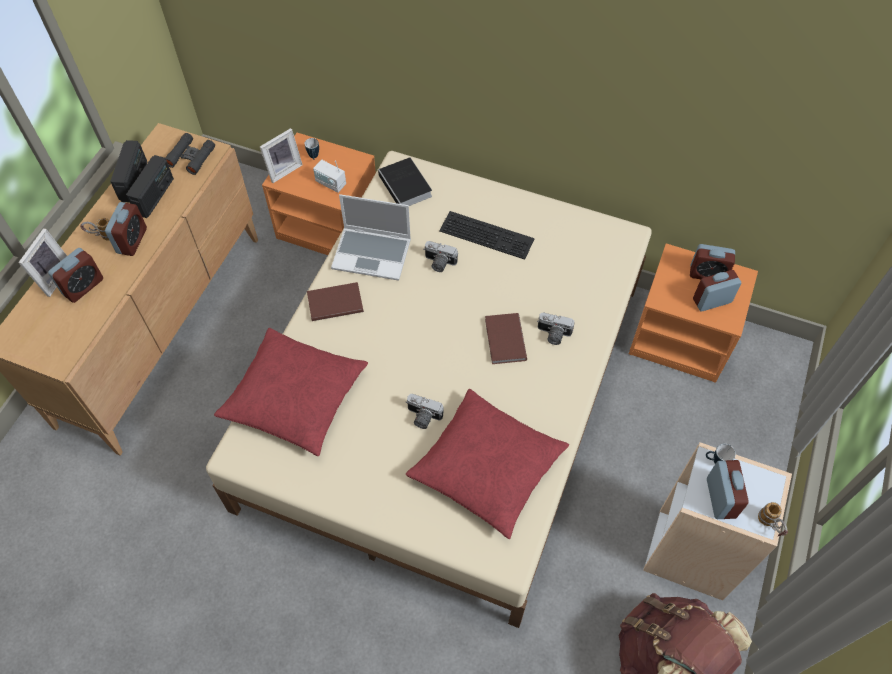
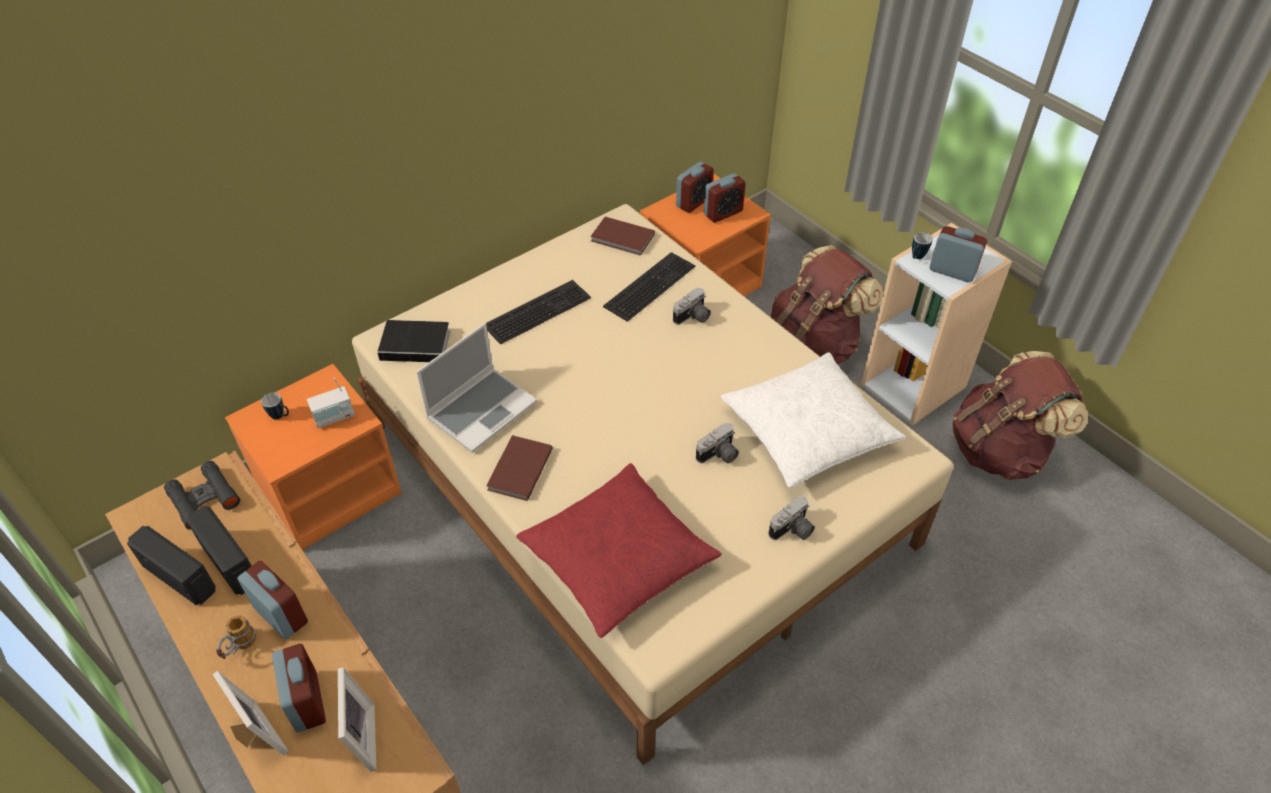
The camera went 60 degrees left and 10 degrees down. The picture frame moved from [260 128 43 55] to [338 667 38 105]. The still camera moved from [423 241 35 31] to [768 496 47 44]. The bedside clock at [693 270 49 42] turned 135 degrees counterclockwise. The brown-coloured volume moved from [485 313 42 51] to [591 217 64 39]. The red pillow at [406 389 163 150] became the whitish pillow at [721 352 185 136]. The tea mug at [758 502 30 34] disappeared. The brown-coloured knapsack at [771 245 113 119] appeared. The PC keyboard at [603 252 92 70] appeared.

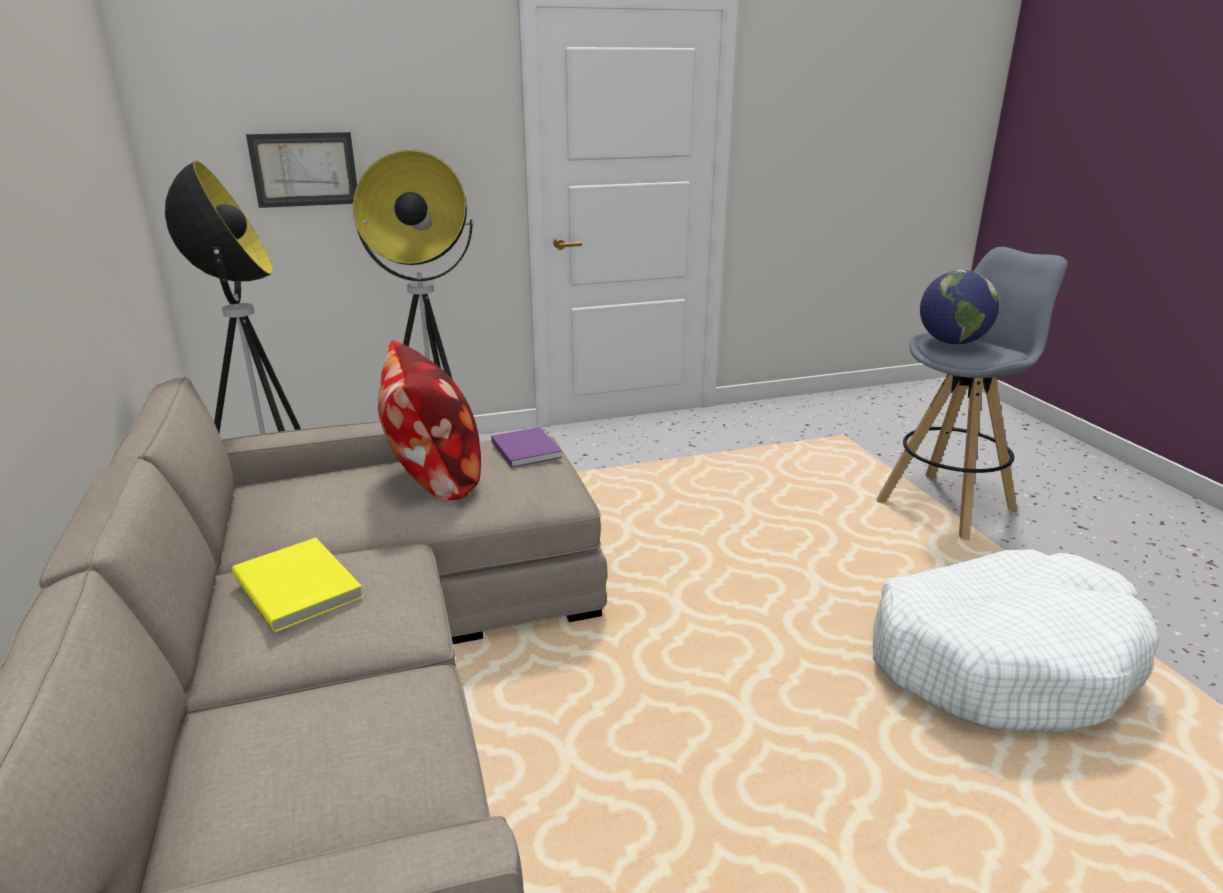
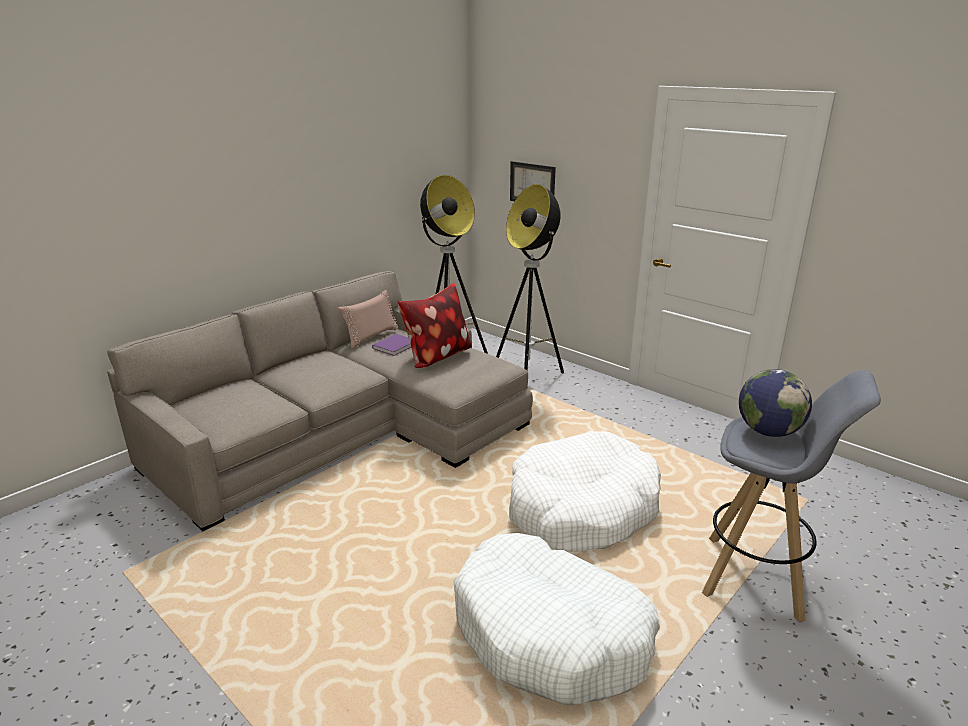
The camera went 60 degrees right and 0 degrees up. The purple volume moved from [491 427 71 41] to [372 334 39 22]. The yellow volume at [232 538 131 94] disappeared. The sand-coloured pillow at [338 290 60 59] appeared. The whitish dog cushion at [509 431 152 121] appeared.

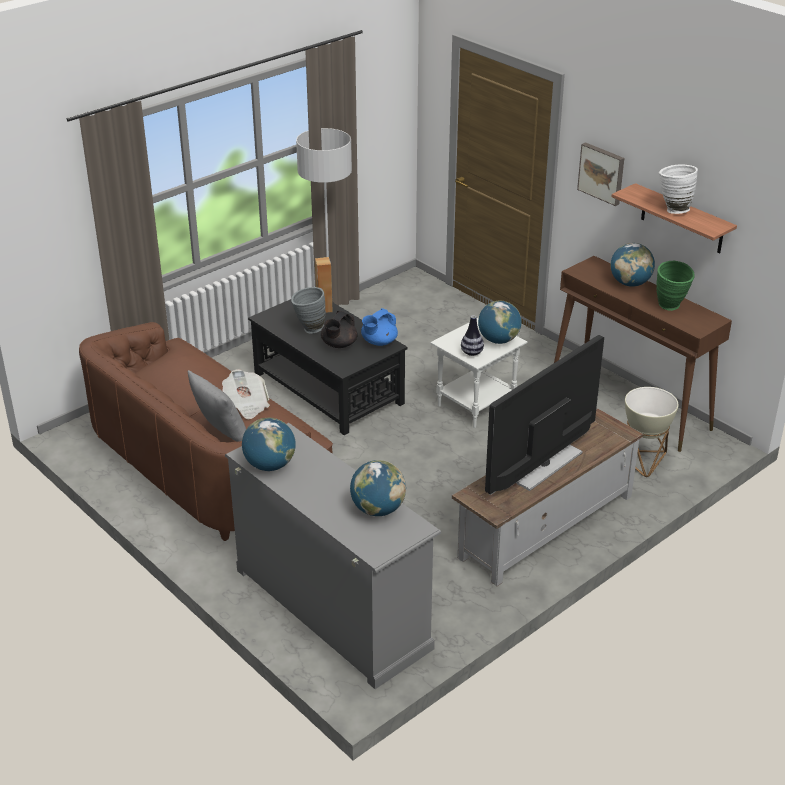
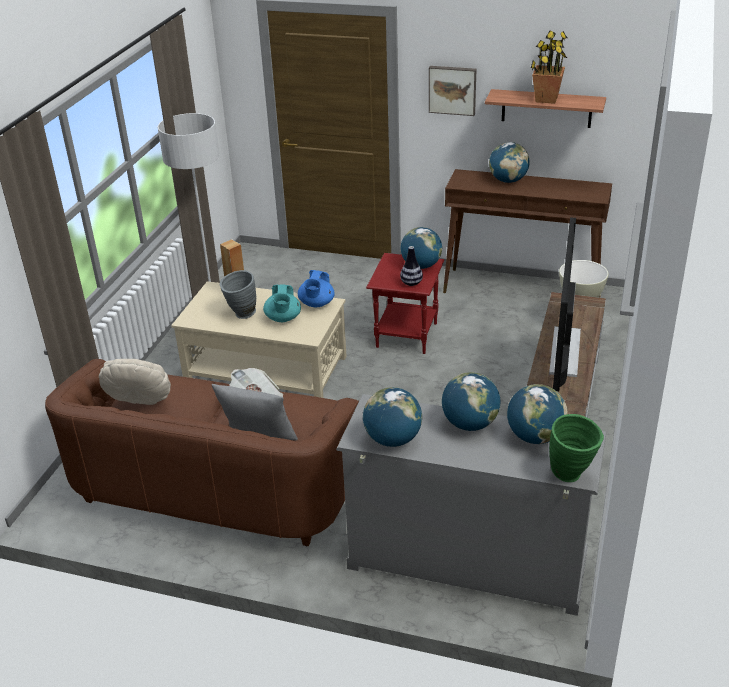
The camera went 30 degrees left and 0 degrees up. The whitish flower vase at [659 164 39 50] was replaced by the houseplant at [530 31 38 73]. The green flower vase moved from [656 261 39 50] to [549 414 55 68]. The black coffee table at [248 299 160 136] became the sand-coloured coffee table at [171 281 176 117]. The black tea pot at [321 311 37 37] became the blue-green tea pot at [263 285 38 37]. The whitish side table at [430 317 97 111] became the red side table at [366 253 78 101]. The sand-coloured pillow at [99 359 72 46] appeared. The world globe at [442 372 58 59] appeared.

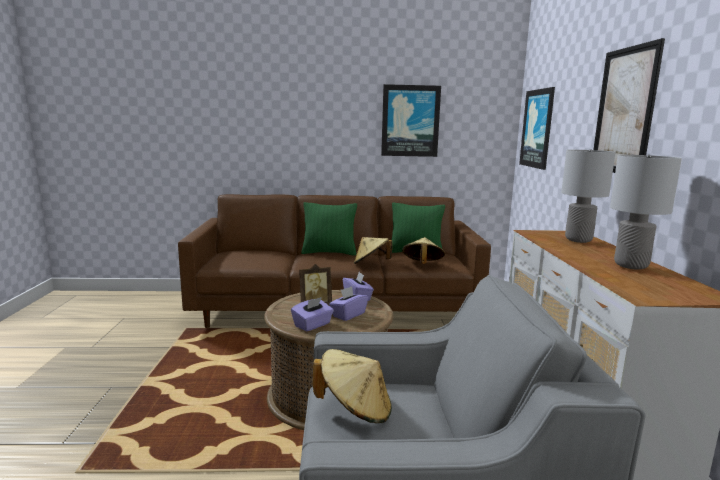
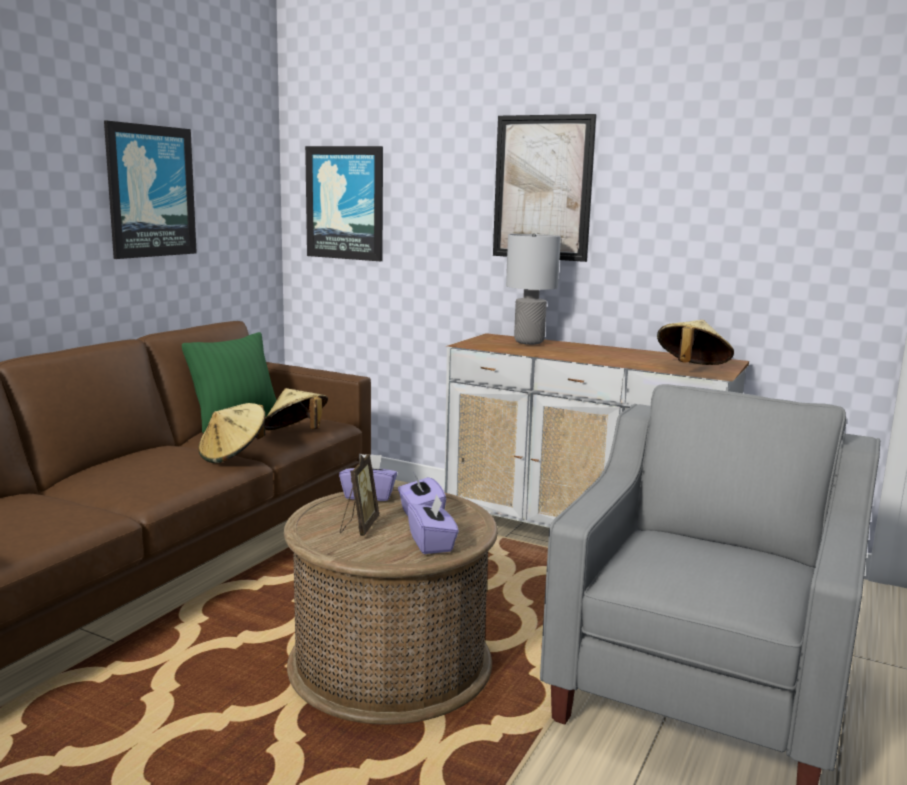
The camera went 60 degrees left and 0 degrees up. The gray tabletop lamp at [610 155 72 114] disappeared. The green pillow at [301 202 56 54] disappeared. The sand-coloured clothing hat moved from [313 349 79 74] to [657 320 77 45].

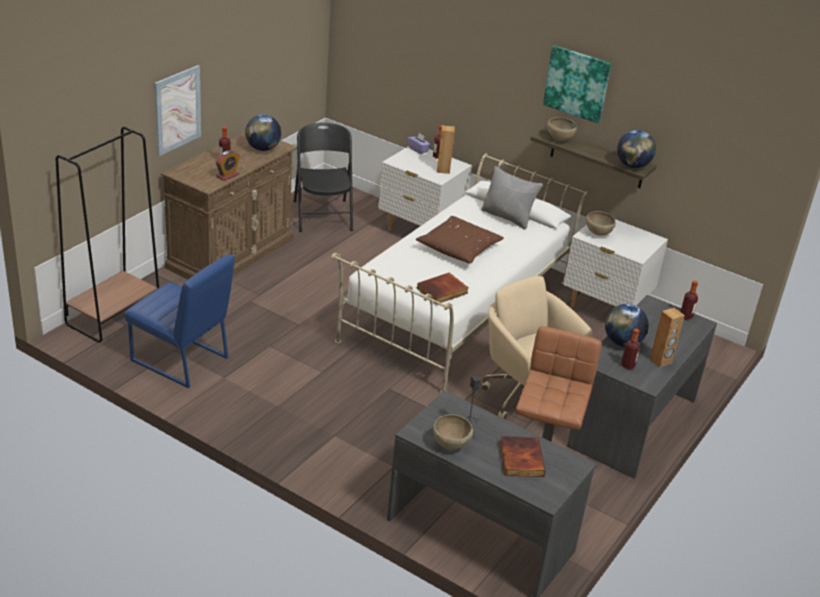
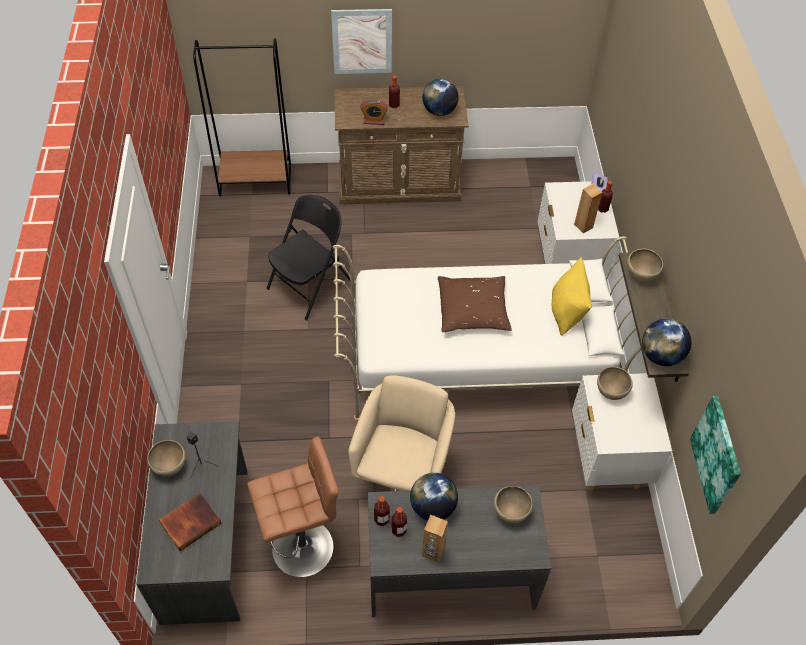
The camera went 55 degrees right and 20 degrees up. The wall art moved from [543 45 68 78] to [690 396 51 118]. The black upright chair moved from [293 123 60 109] to [266 195 85 126]. The gray pillow at [481 166 62 63] became the yellow pillow at [552 257 40 79]. The blue-coloured upright chair at [125 254 110 134] disappeared. The volume at [417 273 52 32] disappeared. The bottle moved from [680 281 18 39] to [374 496 16 30]. The brown-coloured deep dish at [494 486 39 37] appeared.

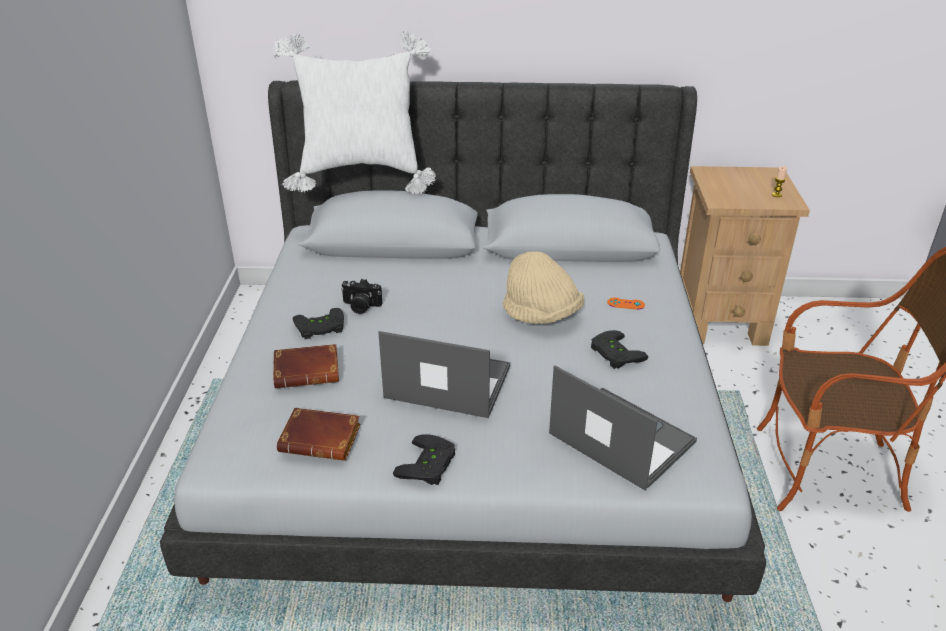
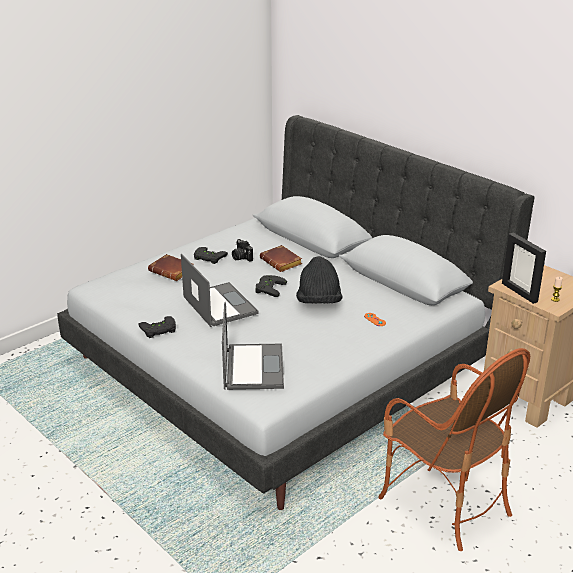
The camera went 45 degrees right and 5 degrees down. The whitish pillow at [273 31 164 163] disappeared. The sand-coloured clothing hat at [503 251 81 73] became the black clothing hat at [296 256 47 47]. The black joypad moved from [591 330 57 39] to [255 275 32 22]. The brown-coloured volume moved from [277 408 84 53] to [260 245 42 27]. The picture frame at [502 233 44 71] appeared.

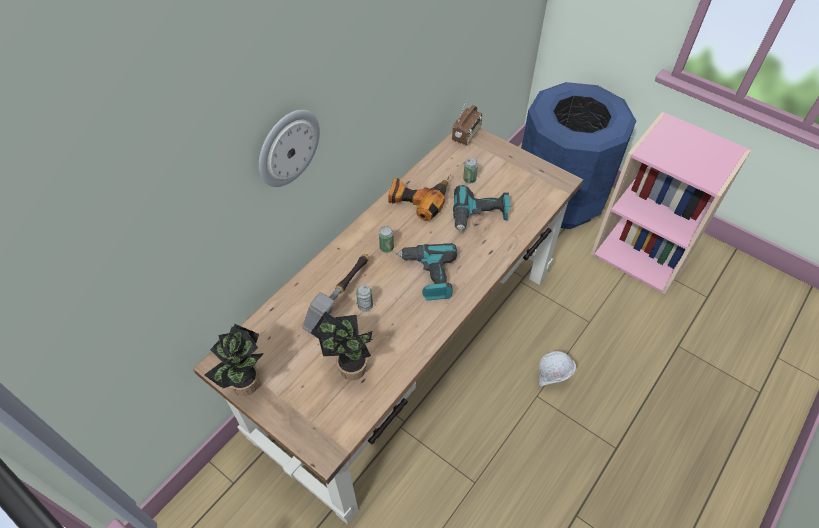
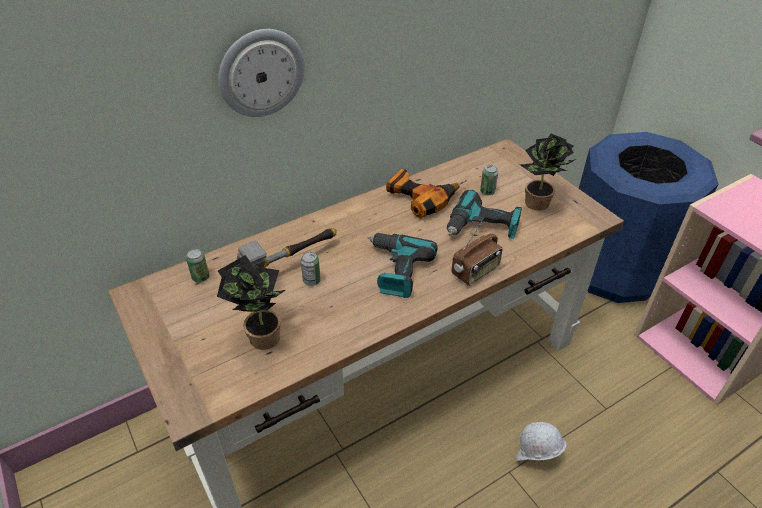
The camera went 20 degrees right and 10 degrees down. The radio receiver moved from [452 99 30 46] to [451 222 52 64]. The sealed can moved from [379 226 15 27] to [186 248 24 35]. The houseplant moved from [204 324 60 72] to [520 134 56 77].

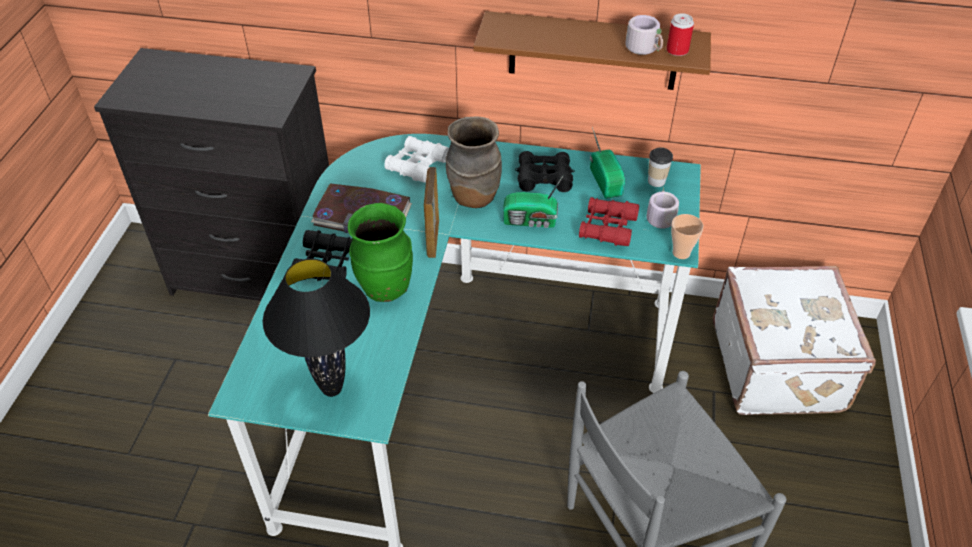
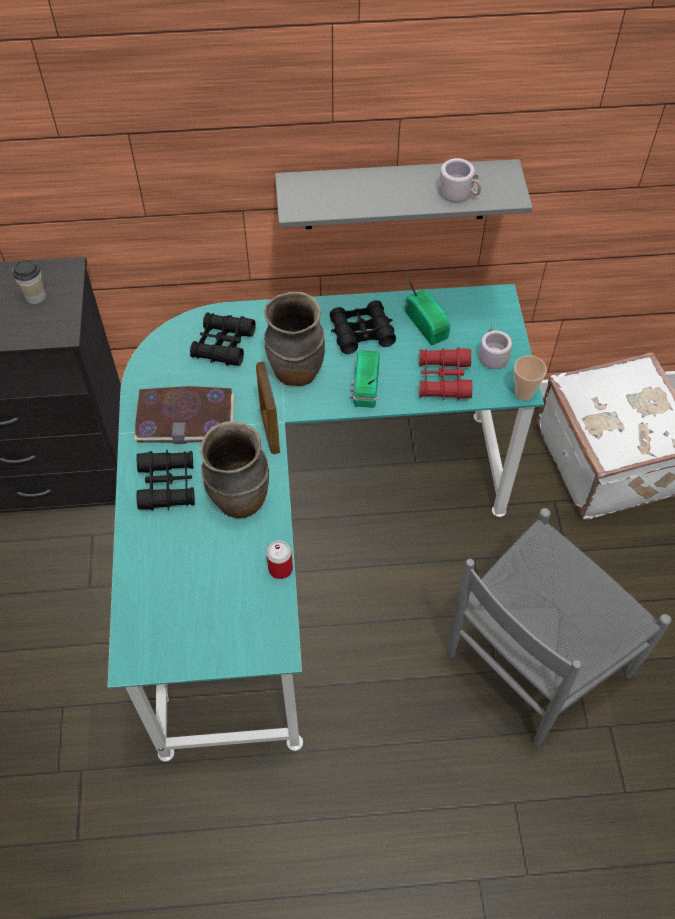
The camera went 15 degrees left and 10 degrees up. The brown-coloured shelf at [473 11 238 79] became the gray shelf at [275 159 258 70]. The sealed can moved from [666 13 28 43] to [266 541 27 38]. The whitish binoculars at [384 136 65 47] became the black binoculars at [190 312 66 54]. The cup moved from [648 147 25 40] to [12 260 34 44]. The radio receiver at [503 176 60 52] turned 105 degrees clockwise. The green flower vase at [348 203 65 99] became the brown-coloured flower vase at [200 422 69 96]. The black tabletop lamp at [263 258 107 139] disappeared.

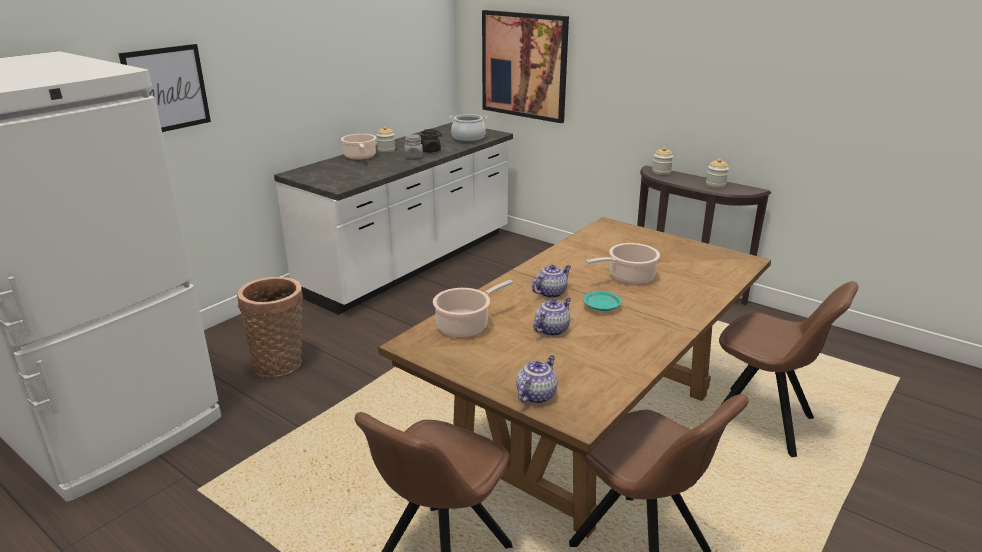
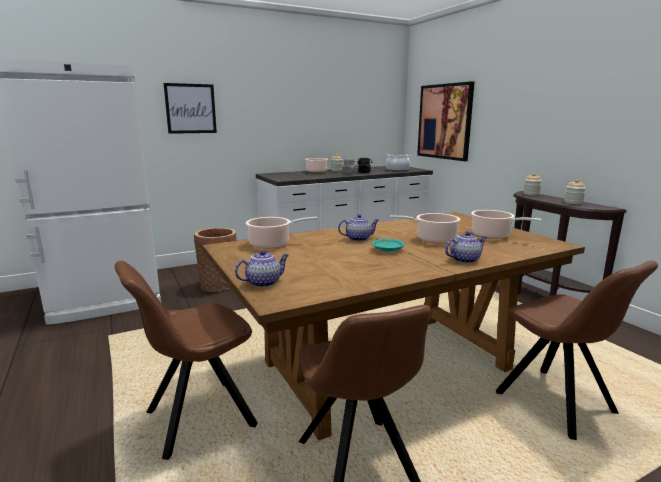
The camera went 25 degrees right and 10 degrees down. The tea pot moved from [533 298 38 38] to [445 231 42 32]. The stockpot at [471 210 71 29] appeared.

